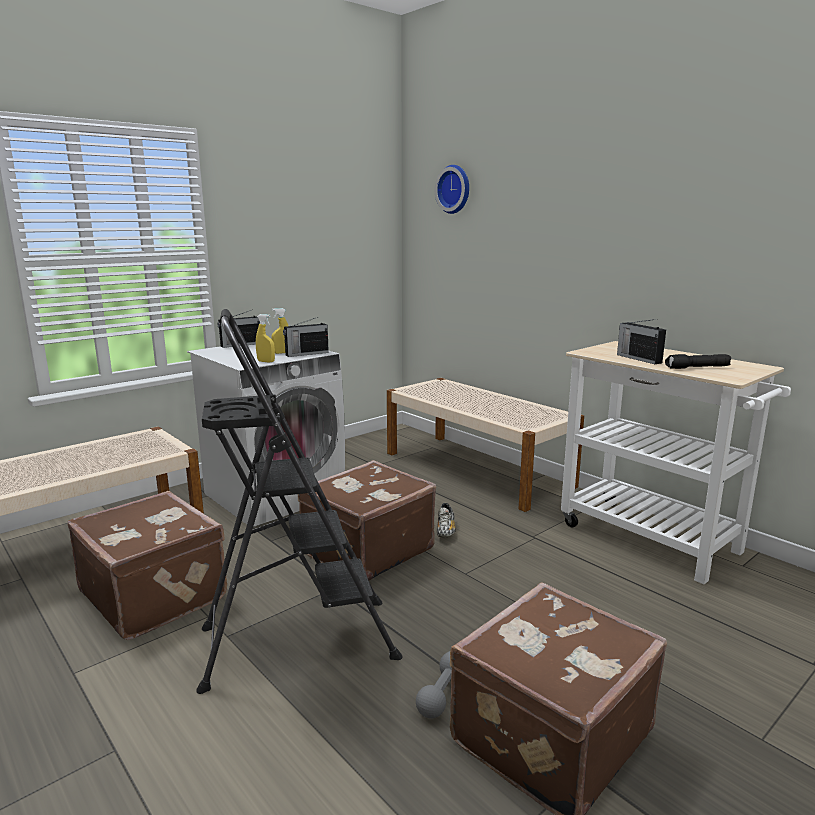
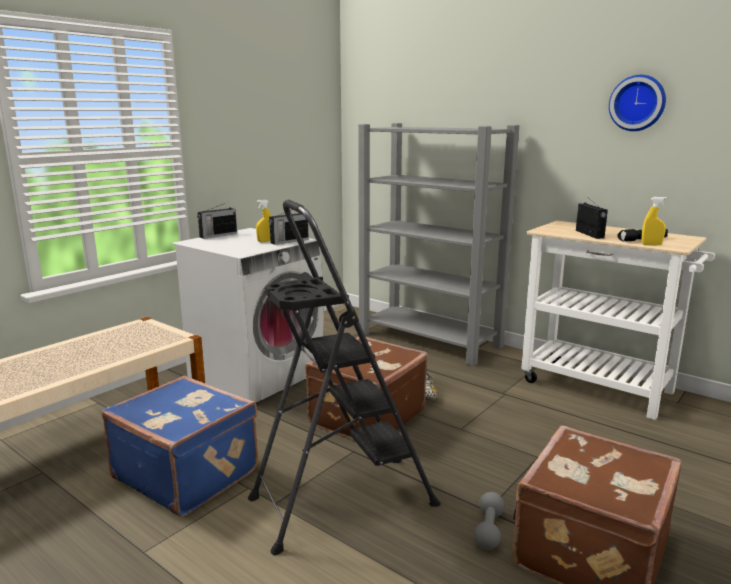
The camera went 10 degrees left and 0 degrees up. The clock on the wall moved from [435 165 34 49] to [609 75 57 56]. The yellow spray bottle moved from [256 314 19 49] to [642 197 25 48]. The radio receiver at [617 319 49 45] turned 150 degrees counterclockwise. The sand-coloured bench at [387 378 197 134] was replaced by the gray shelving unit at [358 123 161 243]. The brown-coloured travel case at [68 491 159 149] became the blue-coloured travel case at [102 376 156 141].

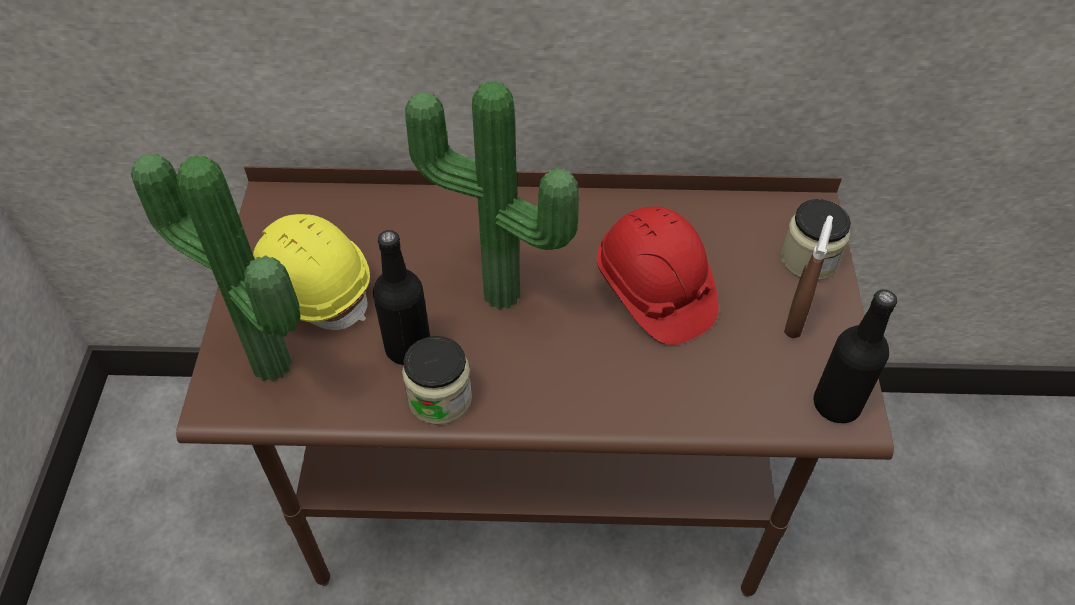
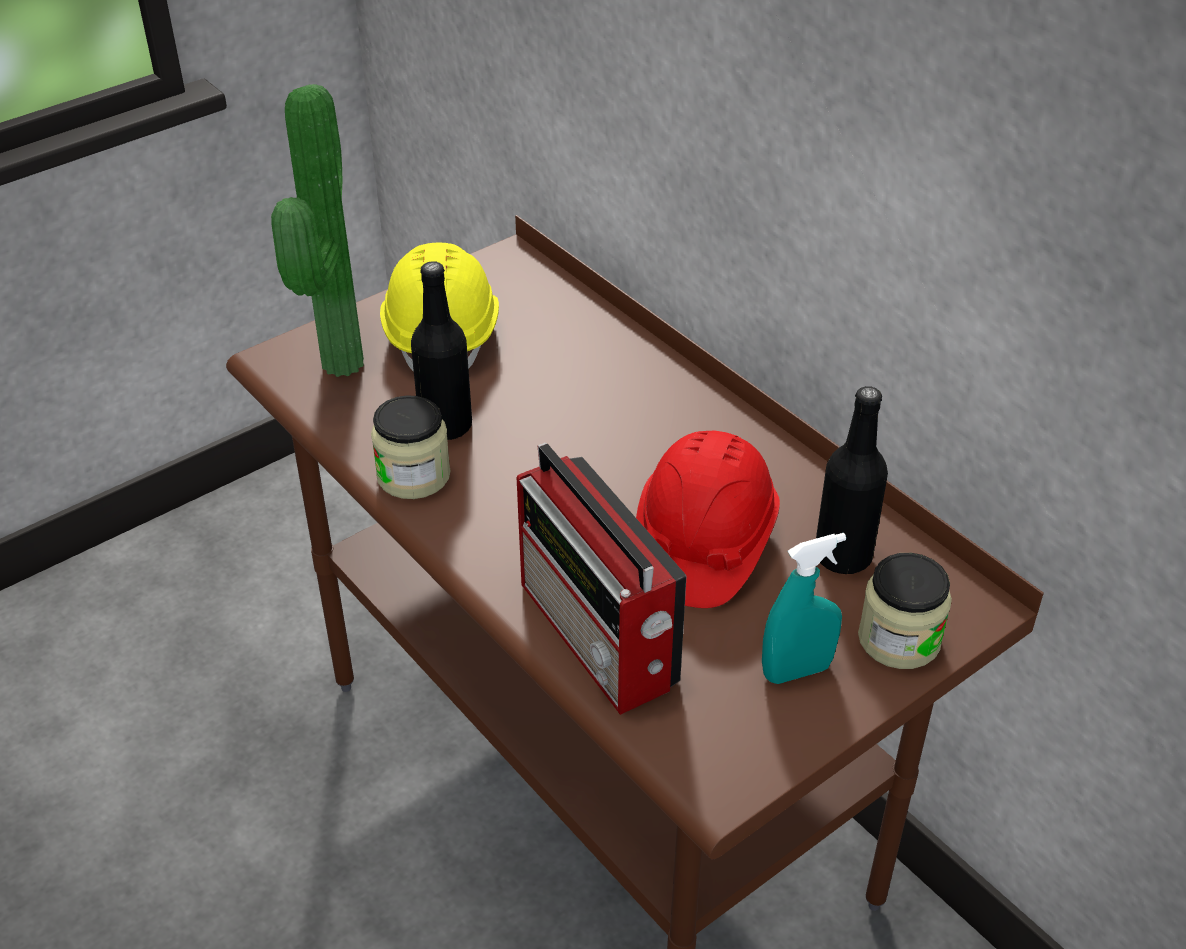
The camera went 50 degrees right and 10 degrees down. The houseplant at [405 81 174 229] disappeared. The brown-coloured spray bottle at [784 215 49 123] became the blue-green spray bottle at [762 533 84 151]. The black bottle moved from [813 290 84 133] to [816 386 72 188]. The radio receiver at [517 443 170 272] appeared.

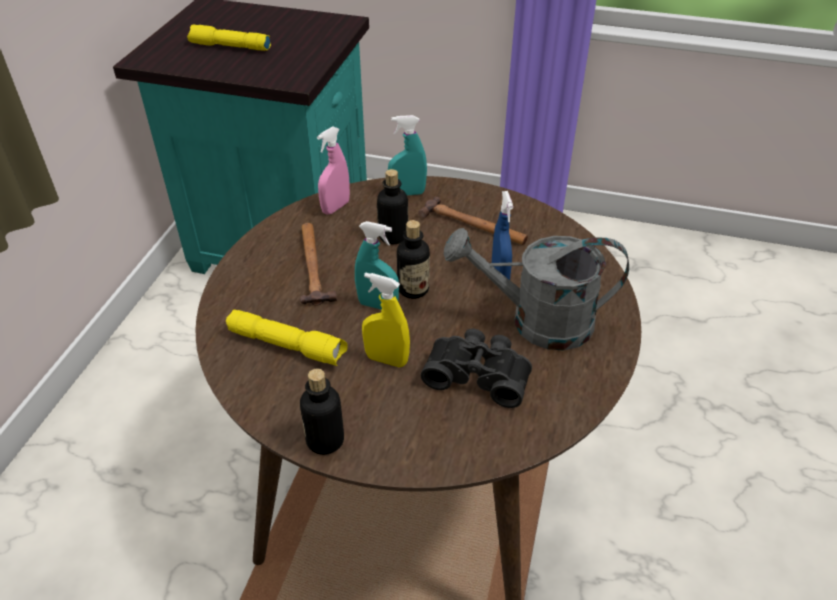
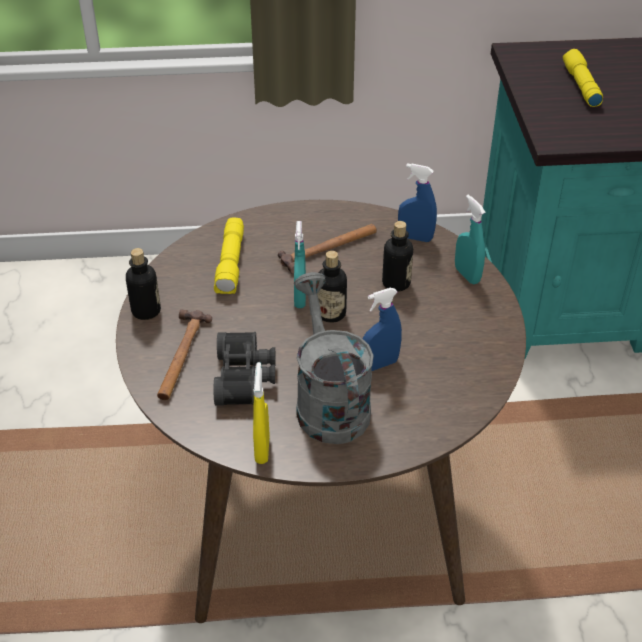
The camera went 70 degrees right and 0 degrees up. The pink spray bottle at [317 126 33 89] became the blue-coloured spray bottle at [398 163 39 79]. The hammer moved from [418 197 110 48] to [157 309 55 91]. The yellow spray bottle moved from [362 272 48 95] to [253 362 17 102].

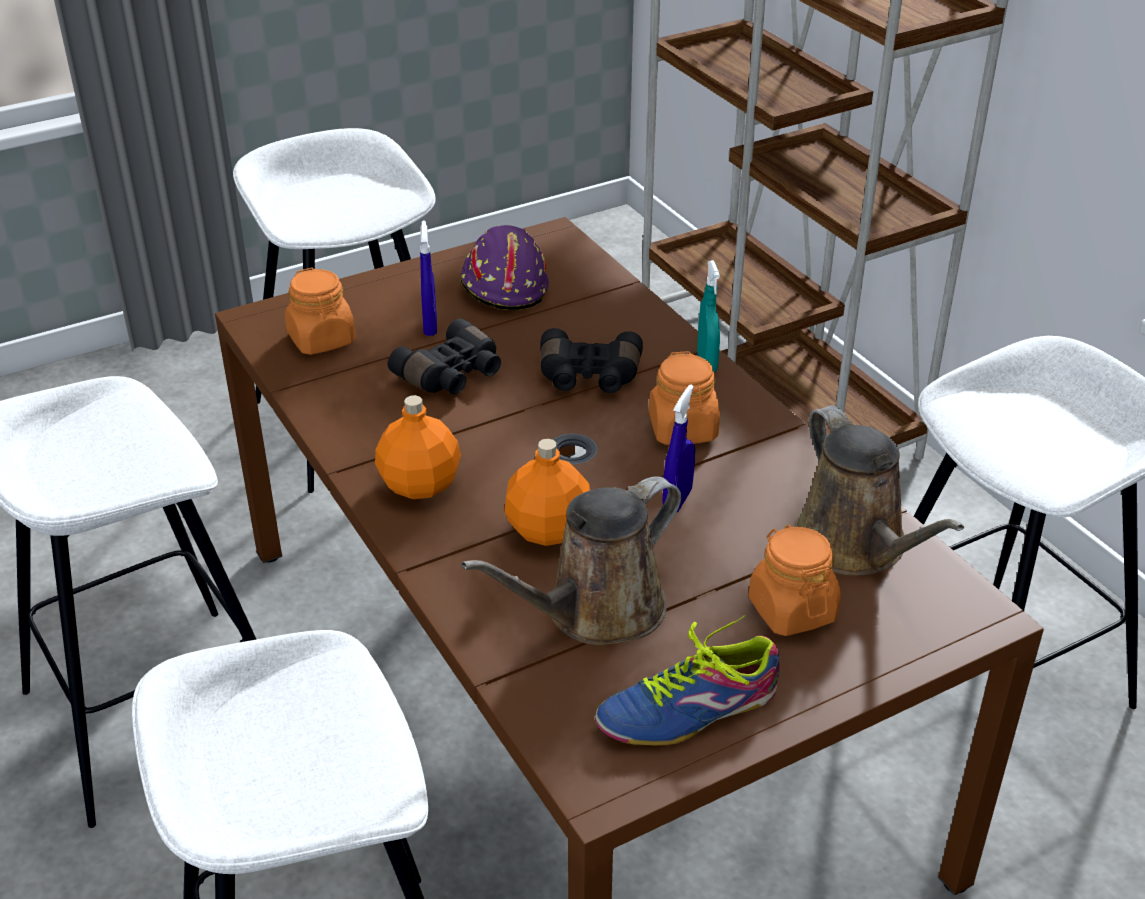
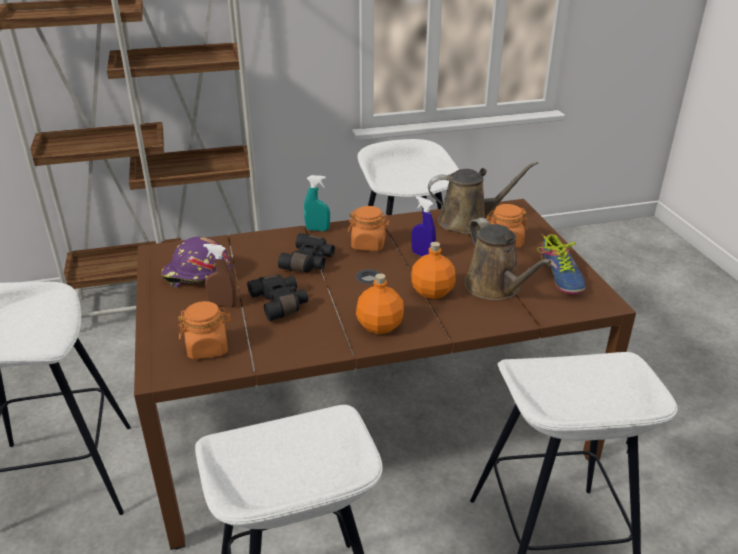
The camera went 75 degrees left and 5 degrees down. The blue-coloured spray bottle at [420 221 17 115] became the brown-coloured spray bottle at [203 244 34 64].

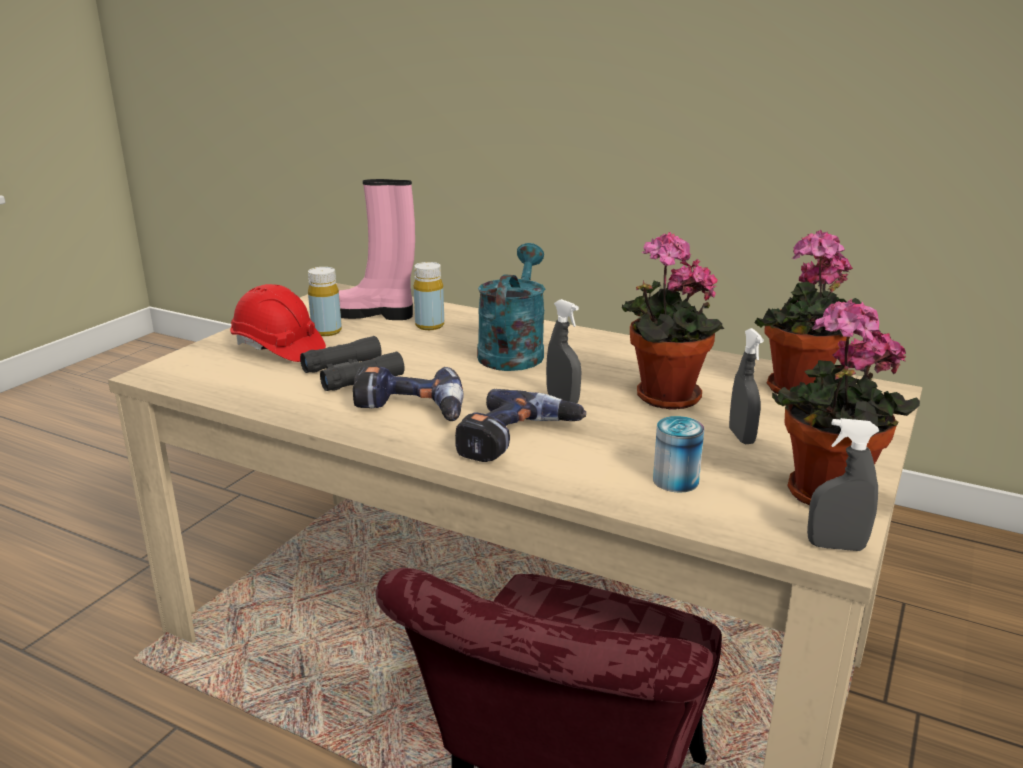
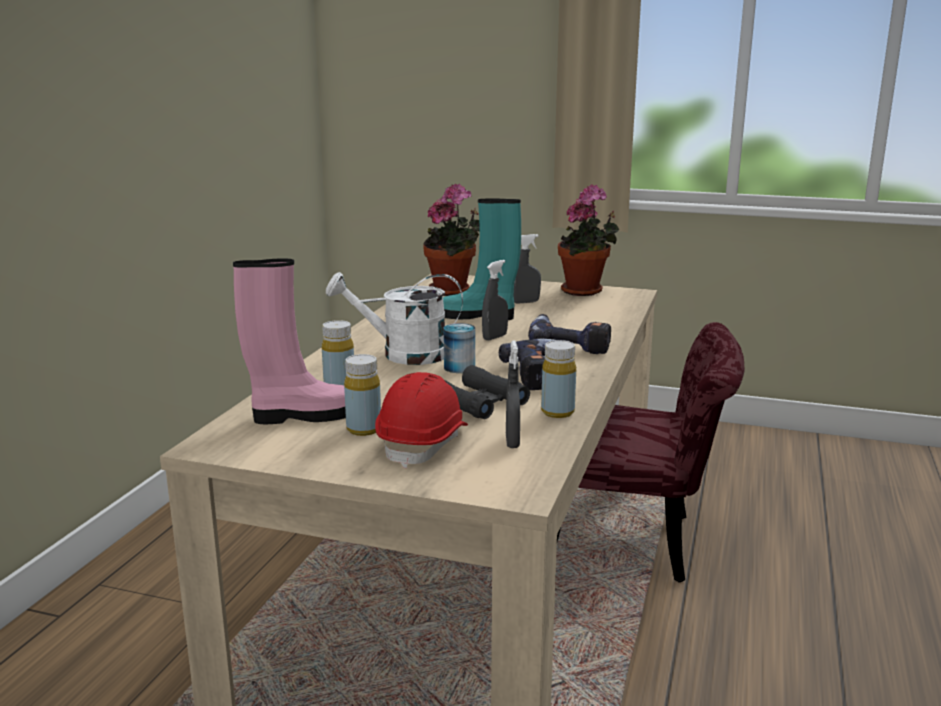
The camera went 100 degrees left and 5 degrees down. The pink high-top boot at [339 179 76 141] turned 105 degrees counterclockwise. The houseplant at [622 232 102 178] was replaced by the blue-green high-top boot at [443 198 78 122]. The blue-green watering pot at [477 243 68 128] became the whitish watering pot at [326 272 137 93]. The sealed can moved from [653 416 51 77] to [444 323 31 50]. The gray spray bottle moved from [807 418 72 133] to [506 341 14 107]. The yellow bottle at [541 340 35 78] appeared.

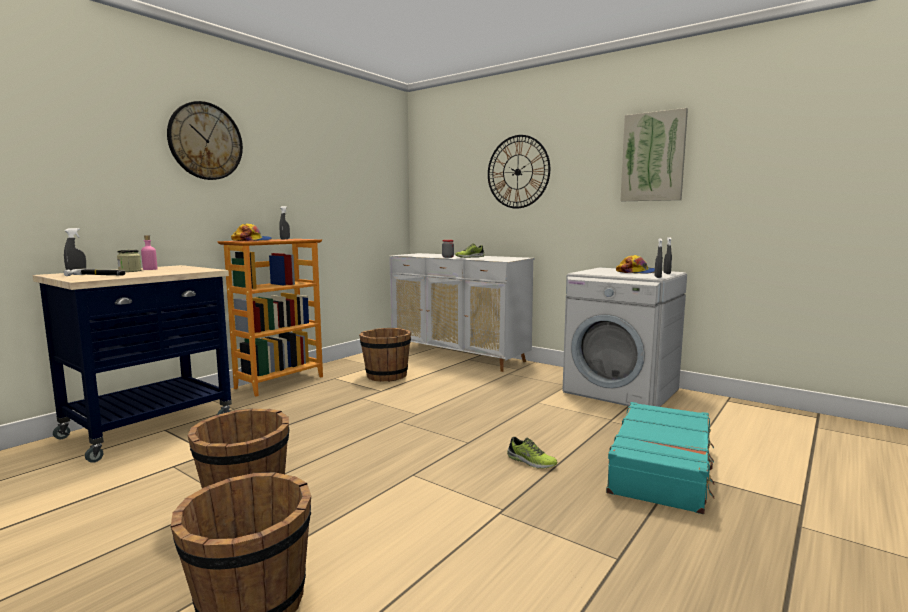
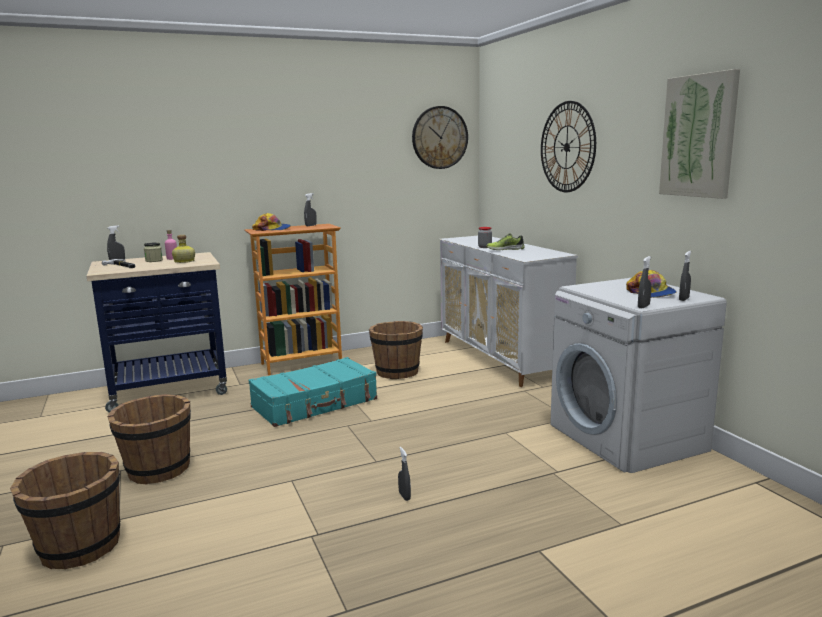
The camera went 30 degrees right and 5 degrees up. The clock on the wall moved from [167 101 76 79] to [412 106 56 63]. The blue-green travel case moved from [606 402 109 112] to [248 357 129 70]. The item of footwear at [507 437 50 32] was replaced by the gray spray bottle at [398 447 13 54]. The bottle at [172 235 23 28] appeared.

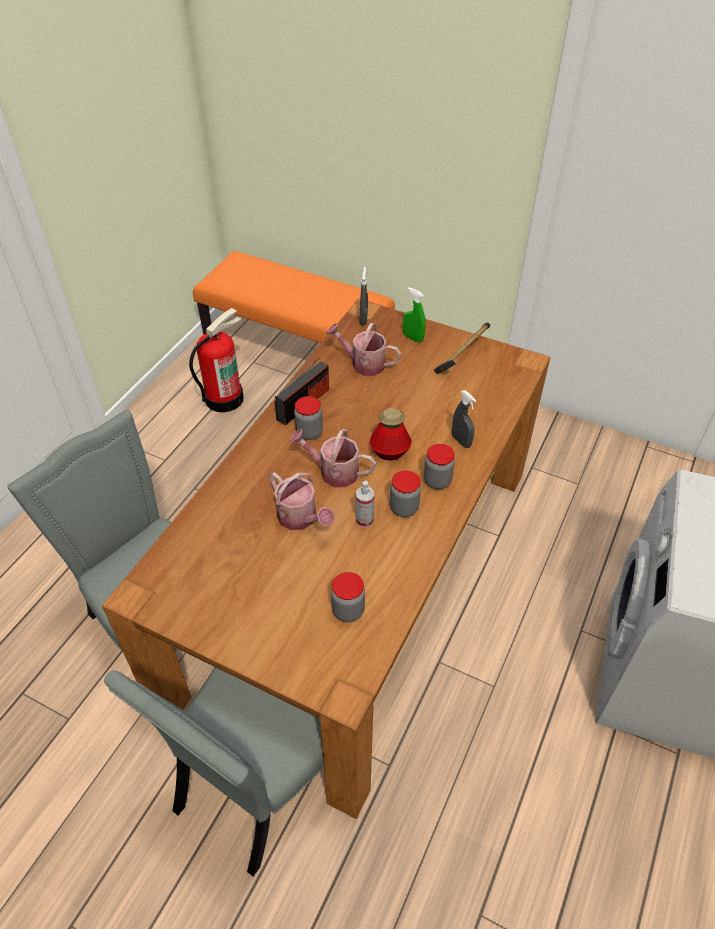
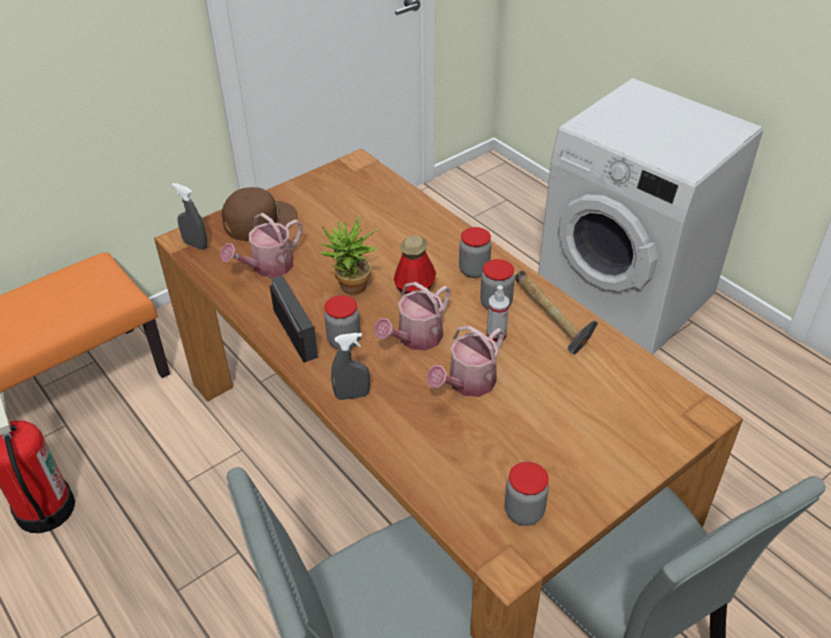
The camera went 65 degrees left and 5 degrees down. The green spray bottle at [403 287 23 56] was replaced by the brown-coloured baseball cap at [222 187 76 54]. The hammer moved from [434 323 56 51] to [515 271 83 83]. The gray spray bottle moved from [452 390 24 58] to [331 333 39 67]. The watering pot at [269 472 66 59] turned 150 degrees clockwise. The storage jar moved from [331 572 34 50] to [505 462 44 64]. The houseplant at [319 215 59 80] appeared.

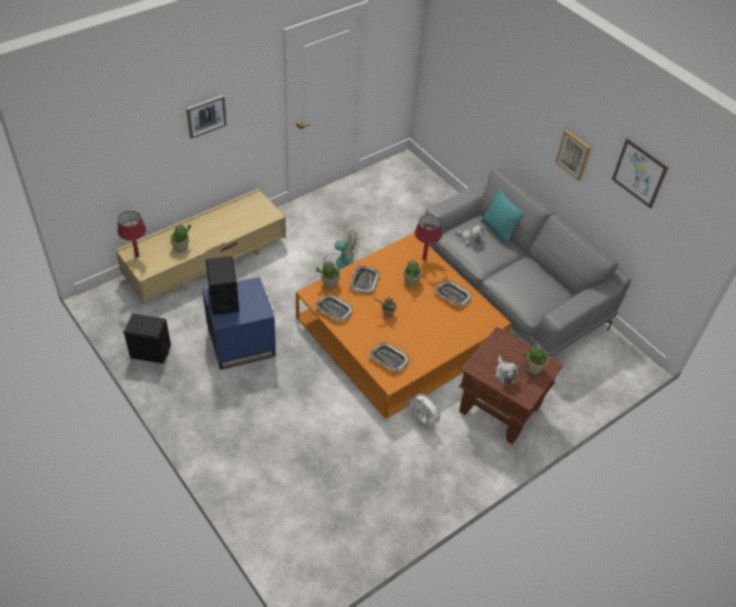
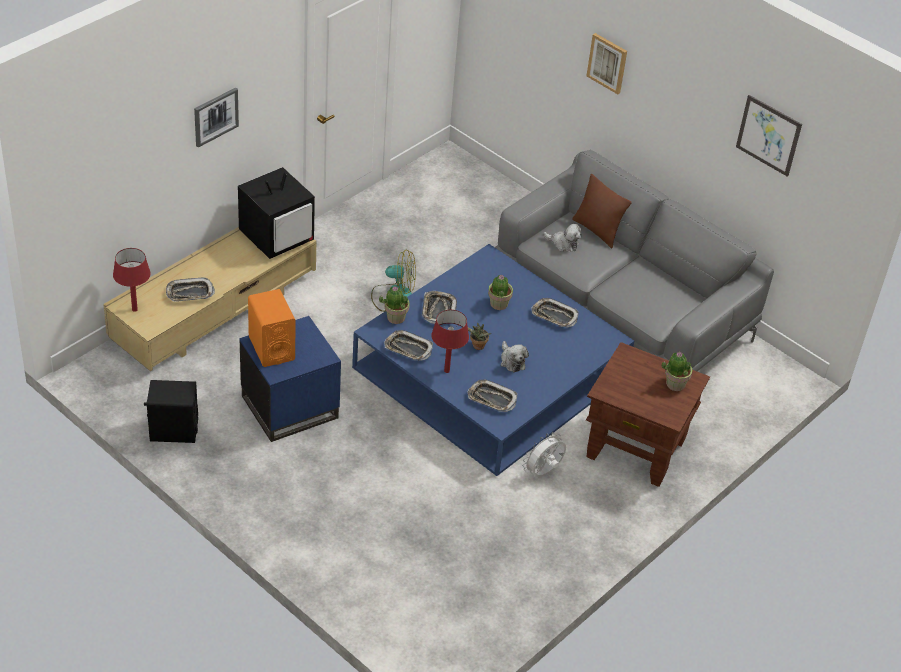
The camera went 10 degrees left and 5 degrees down. The wall art moved from [555 129 36 52] to [587 33 40 61]. The blue-green pillow at [481 187 44 60] became the brown-coloured pillow at [572 174 60 74]. The red tabletop lamp moved from [415 215 27 45] to [431 310 38 63]. The houseplant at [170 224 21 29] was replaced by the serving tray at [166 277 49 25]. The orange-coloured coffee table at [296 232 215 187] became the blue-coloured coffee table at [352 244 282 232]. The black loudspeaker at [206 256 33 59] became the orange-coloured loudspeaker at [248 289 48 78]. The plush toy moved from [494 355 26 30] to [501 341 28 31]. The whitish electric fan at [406 394 34 36] turned 105 degrees clockwise. The television at [238 167 77 92] appeared.

